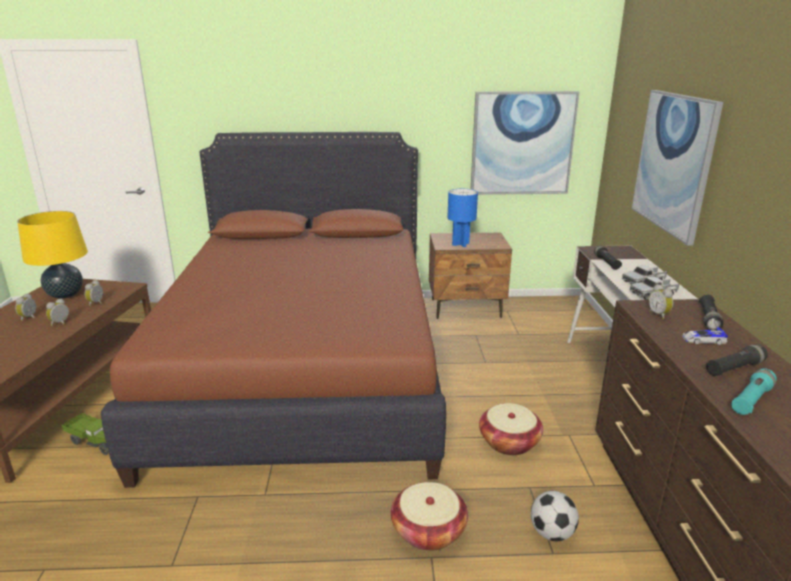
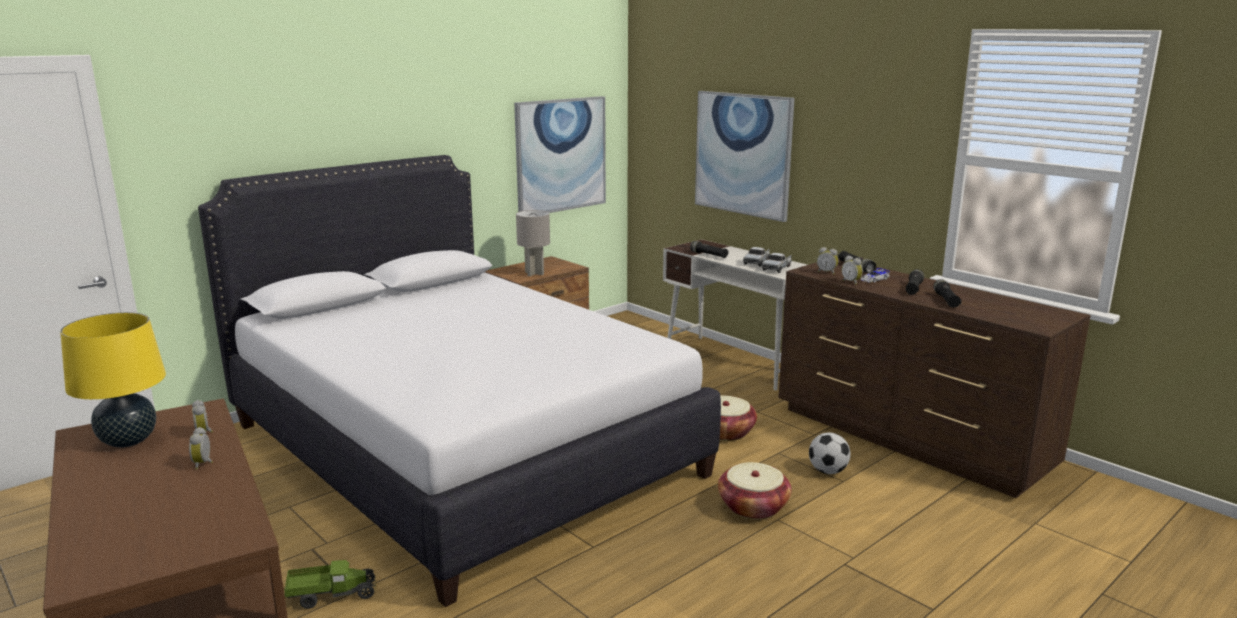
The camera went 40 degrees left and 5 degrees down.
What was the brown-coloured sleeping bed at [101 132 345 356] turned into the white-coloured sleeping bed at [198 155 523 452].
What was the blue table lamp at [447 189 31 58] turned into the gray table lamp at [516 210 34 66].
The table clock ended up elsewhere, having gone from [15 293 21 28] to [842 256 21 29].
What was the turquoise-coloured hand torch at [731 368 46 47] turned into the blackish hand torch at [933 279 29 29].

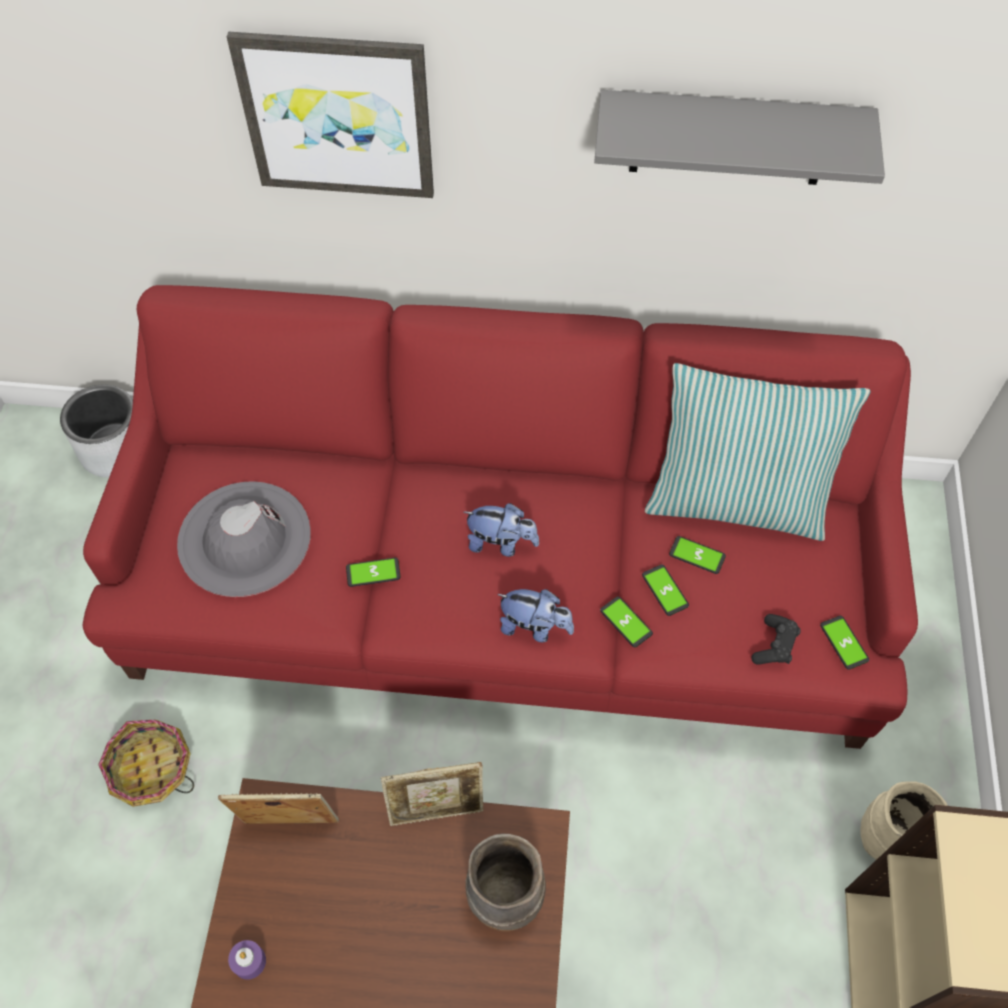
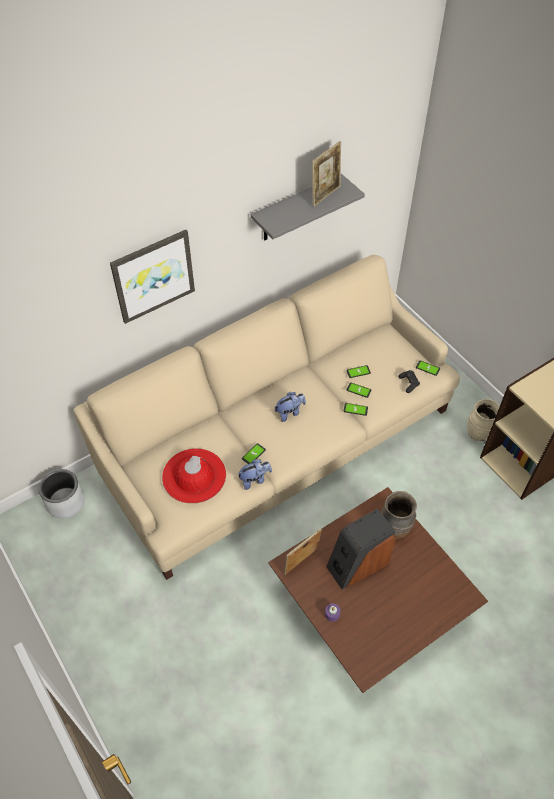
The camera went 40 degrees left and 5 degrees down.
What was the red couch at [83 285 835 464] turned into the beige-coloured couch at [73 255 387 325].
What was the gray hat at [177 481 134 116] turned into the red hat at [162 448 64 56].
The plush toy ended up elsewhere, having gone from [497 589 77 53] to [238 459 34 31].
The standing frame ended up elsewhere, having gone from [381 762 102 64] to [312 141 29 66].
The second view gained the loudspeaker at [326 508 70 81].
The second view lost the basket at [98 720 96 87].
The second view lost the cushion at [645 363 226 178].

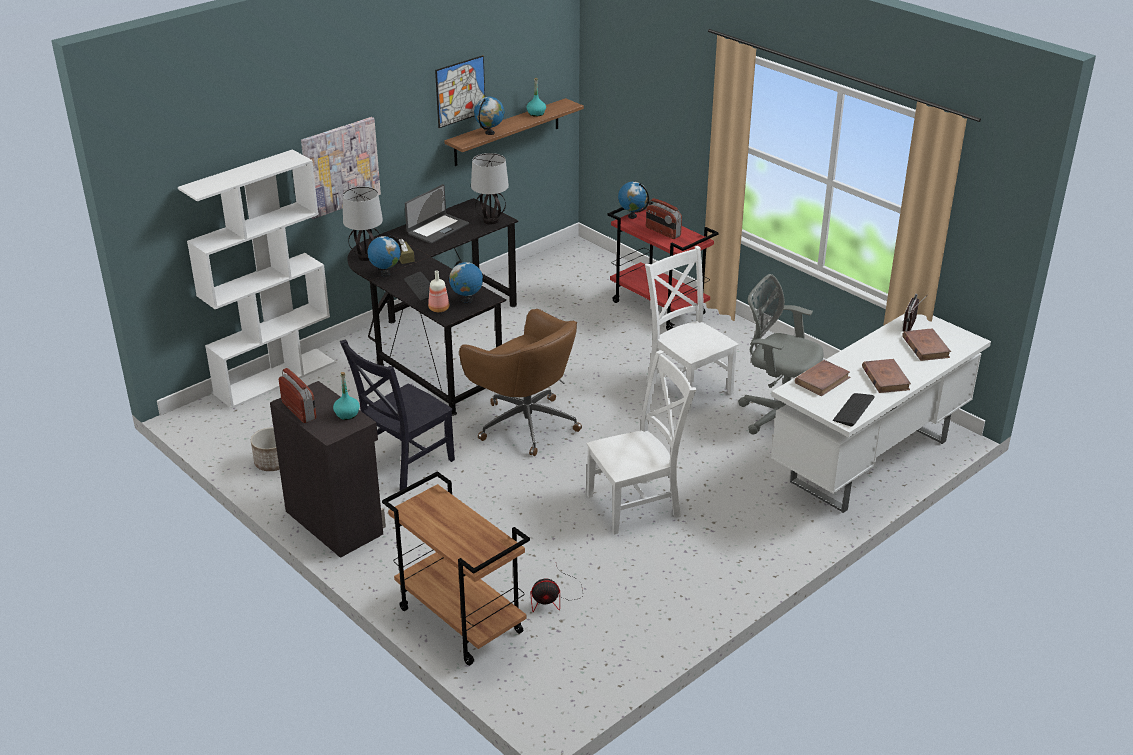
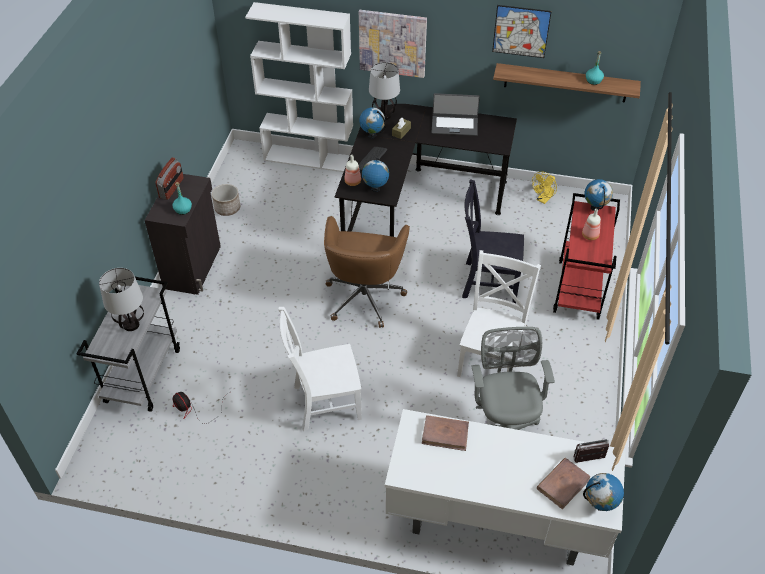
The camera went 55 degrees right and 15 degrees up.
What was the brown-coloured cart at [382 471 148 195] turned into the gray cart at [76 277 104 135].
The table lamp ended up elsewhere, having gone from [471 153 38 72] to [99 268 45 63].
The white-coloured chair at [586 350 110 185] ended up facing another way, 135 degrees clockwise from before.
The blackish chair ended up elsewhere, having gone from [340 340 115 151] to [462 179 62 124].
The second view gained the yellow-coloured fan at [532 172 25 32].
Where the radio stood at [646 198 36 41], the bottle came to stand at [582 209 19 31].
The globe ended up elsewhere, having gone from [474 97 30 38] to [583 473 41 38].
The second view lost the PC keyboard at [833 393 42 34].
The second view lost the brown-coloured volume at [862 359 49 34].

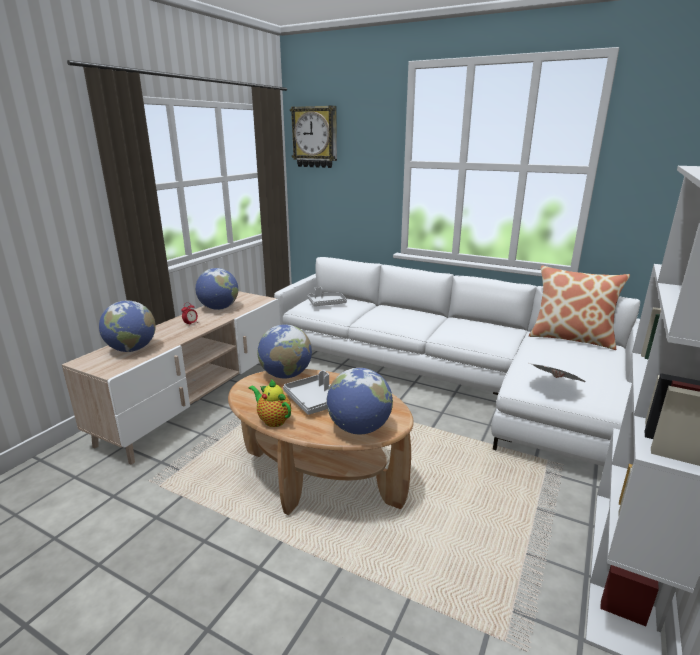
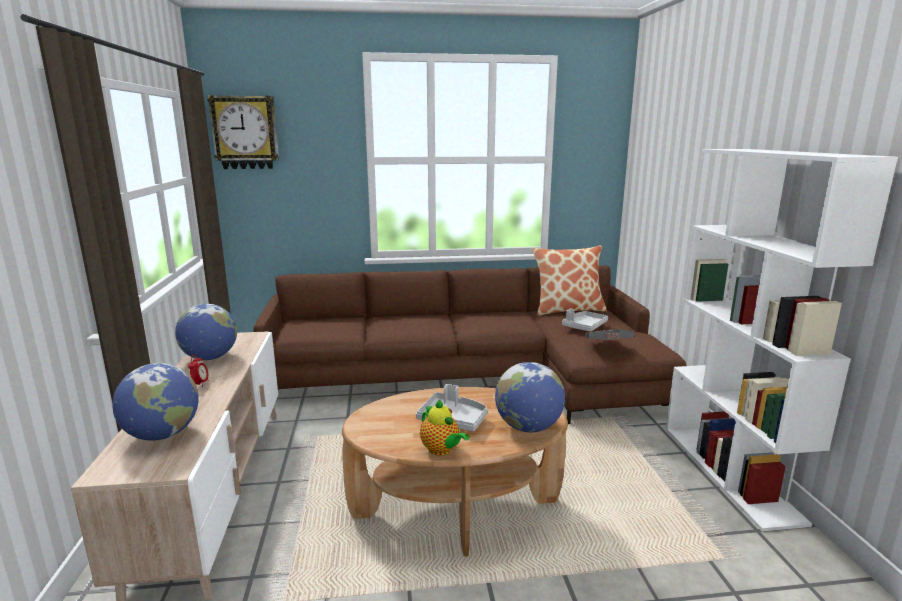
The camera went 35 degrees left and 5 degrees down.
What was the white-coloured couch at [274 257 366 209] turned into the brown-coloured couch at [253 266 434 158].
The tea pot at [249 379 42 48] ended up facing another way, 135 degrees counterclockwise from before.
The gray carrying tray ended up elsewhere, having gone from [308 287 39 19] to [562 309 46 23].
The second view lost the globe at [257 324 55 54].

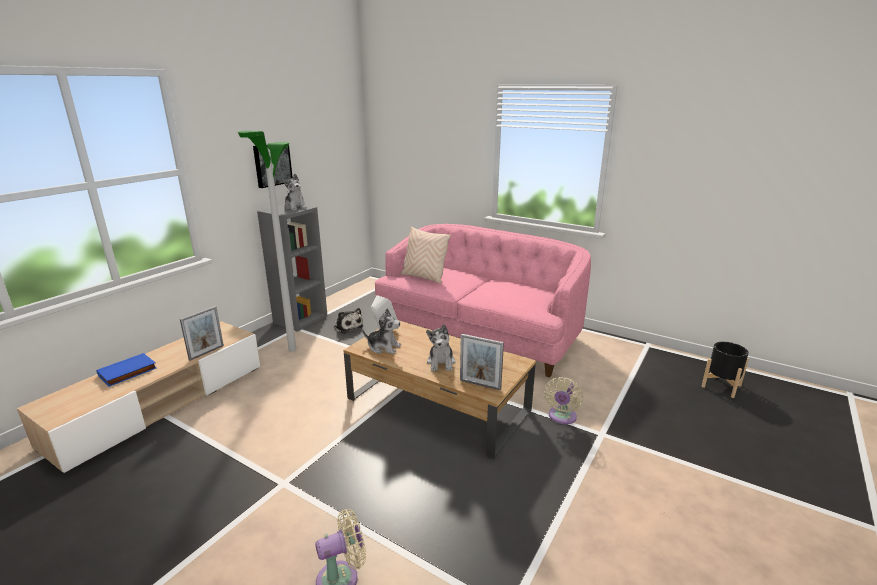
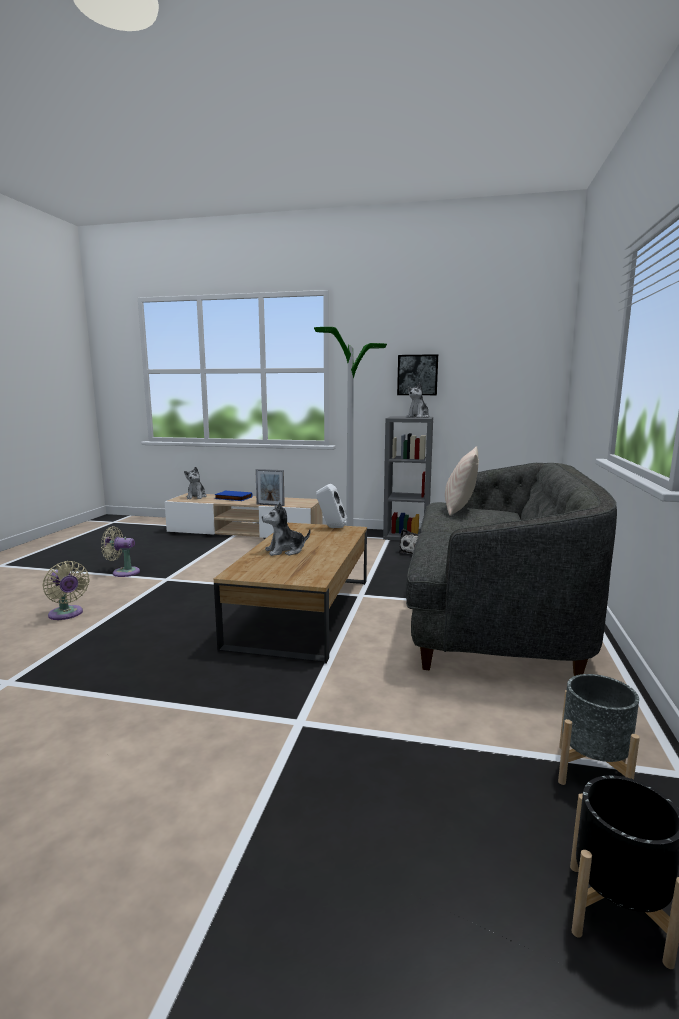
The camera went 70 degrees right and 10 degrees down.
The beige-coloured fan ended up elsewhere, having gone from [544 377 39 47] to [101 526 39 51].
The plush toy ended up elsewhere, having gone from [363 308 38 46] to [184 467 23 32].
What was the pink couch at [375 224 216 154] turned into the gray couch at [406 463 211 213].
The second view gained the gray plant pot at [558 674 82 111].
The second view lost the standing frame at [460 334 44 56].

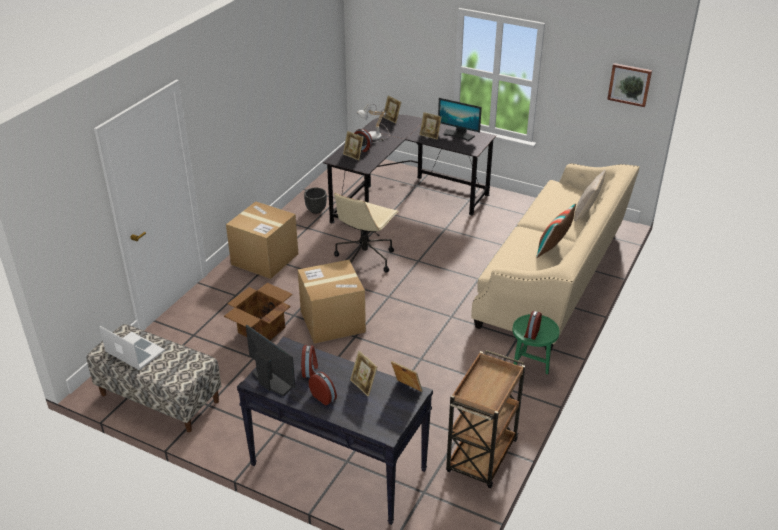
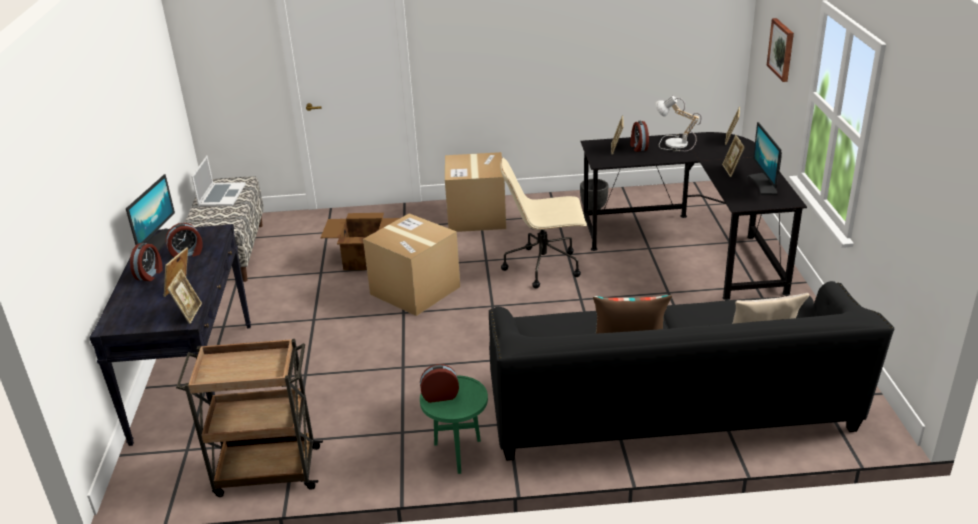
The camera went 60 degrees right and 5 degrees down.
What was the beige-coloured couch at [471 163 168 187] turned into the blackish couch at [489 281 405 180].
The wall picture ended up elsewhere, having gone from [607 63 45 44] to [767 18 27 64].

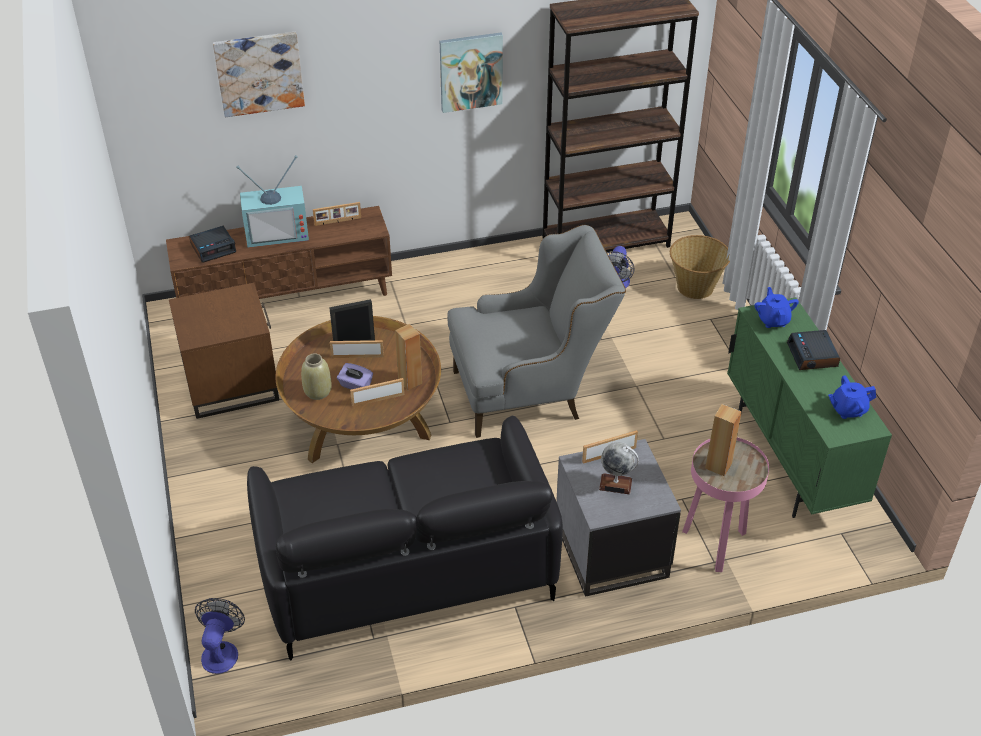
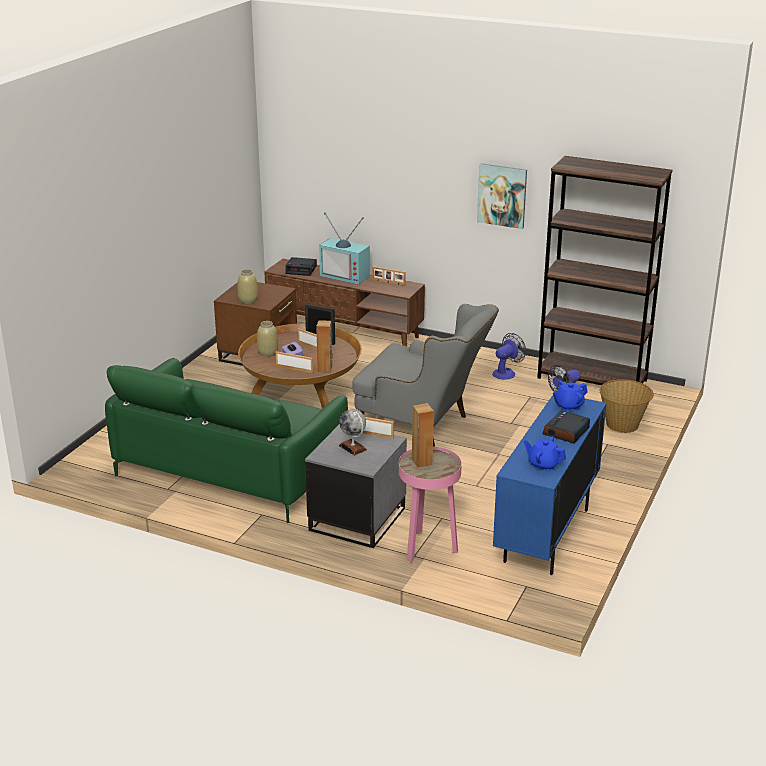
The camera went 40 degrees right and 15 degrees down.
What was the blackish couch at [247 416 316 244] turned into the greenish couch at [105 358 243 165].
The second view gained the beige-coloured decorative vase at [238 269 20 35].
The fan ended up elsewhere, having gone from [195 598 50 76] to [492 333 34 47].
What was the greenish cupboard at [727 297 165 221] turned into the blue cupboard at [493 395 114 180].
The blue tea pot at [755 287 44 41] ended up facing another way, 150 degrees counterclockwise from before.
The second view lost the wall picture at [213 32 92 85].

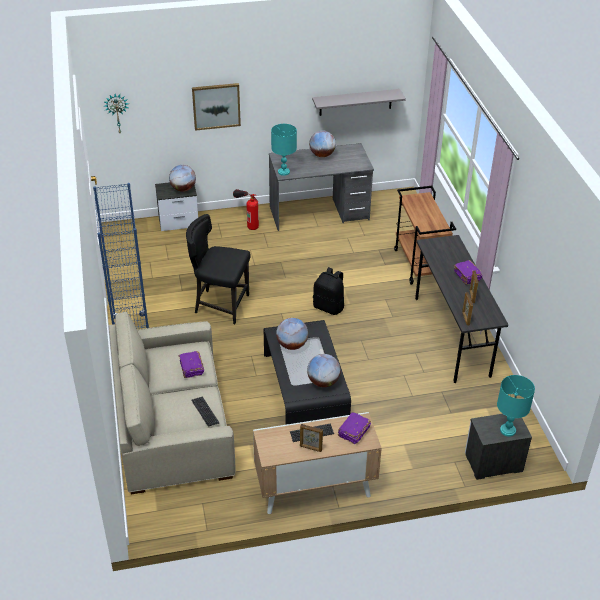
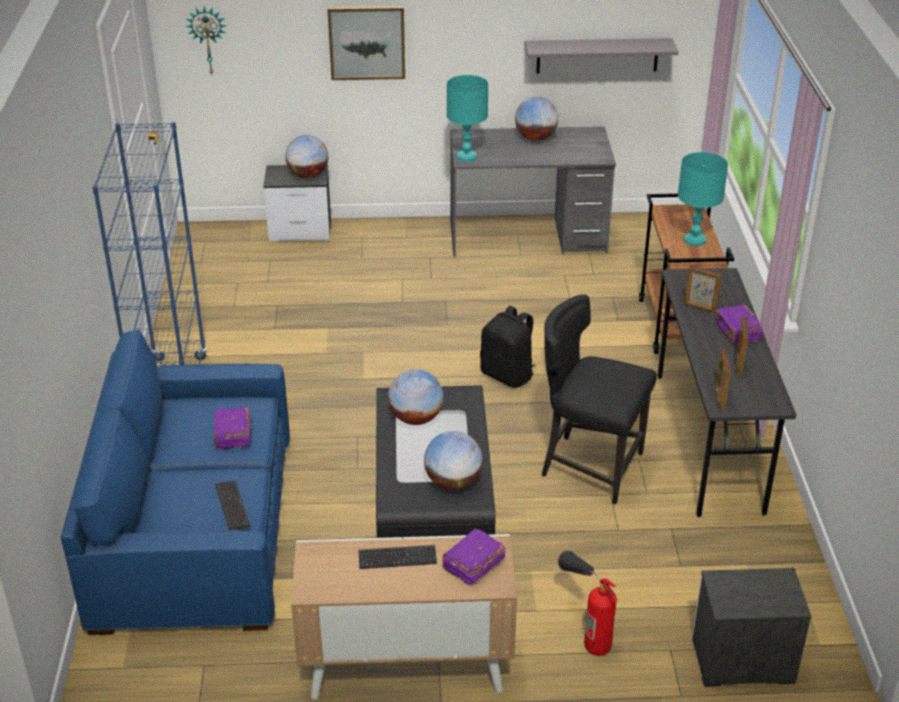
The camera went 10 degrees right and 5 degrees down.
What was the beige-coloured couch at [109 312 126 183] turned into the blue couch at [61 329 229 306].
The blackish chair ended up elsewhere, having gone from [186 214 65 110] to [542 294 115 210].
The fire-fighting cylinder ended up elsewhere, having gone from [233 189 26 41] to [558 551 60 105].
The turquoise-coloured table lamp ended up elsewhere, having gone from [497 375 38 62] to [678 152 50 94].
The standing frame ended up elsewhere, having gone from [300 424 23 28] to [684 265 38 47].

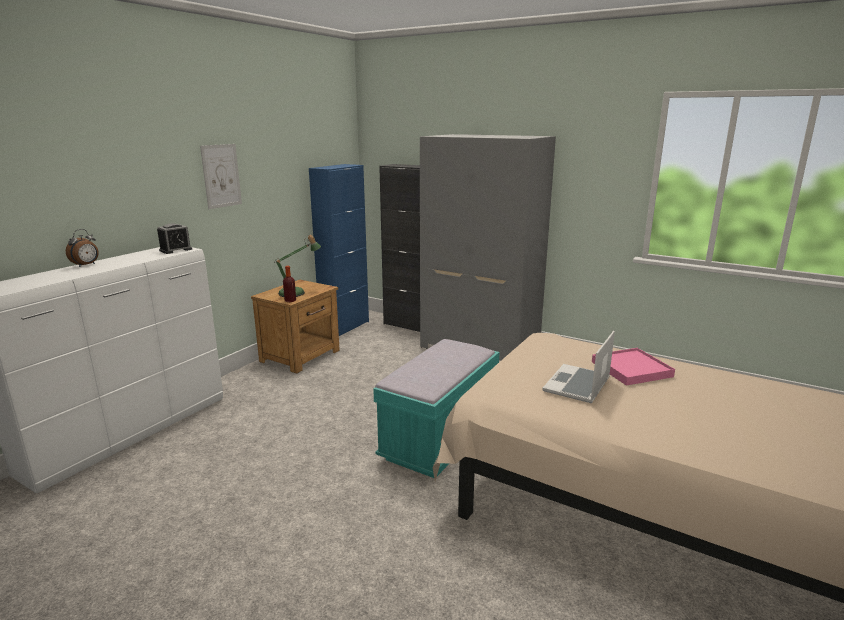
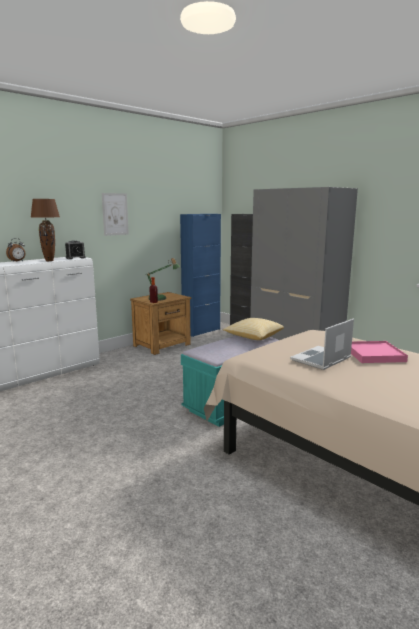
The camera went 15 degrees right and 5 degrees down.
The second view gained the brown-coloured table lamp at [31 199 29 62].
The second view gained the cushion at [223 318 61 22].

